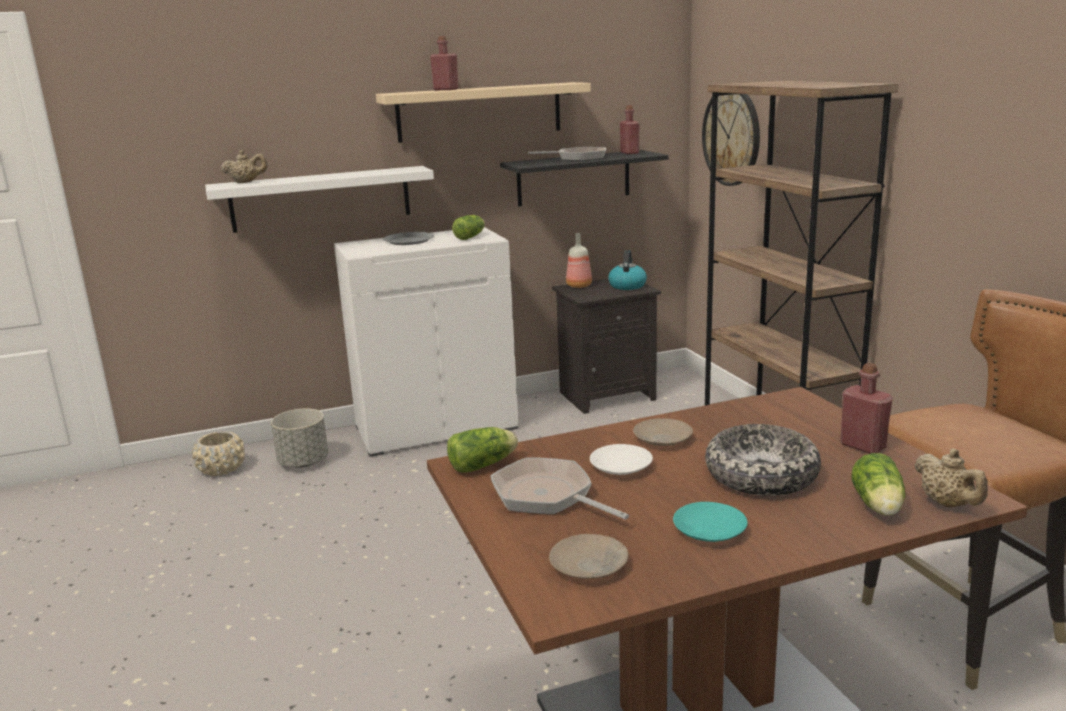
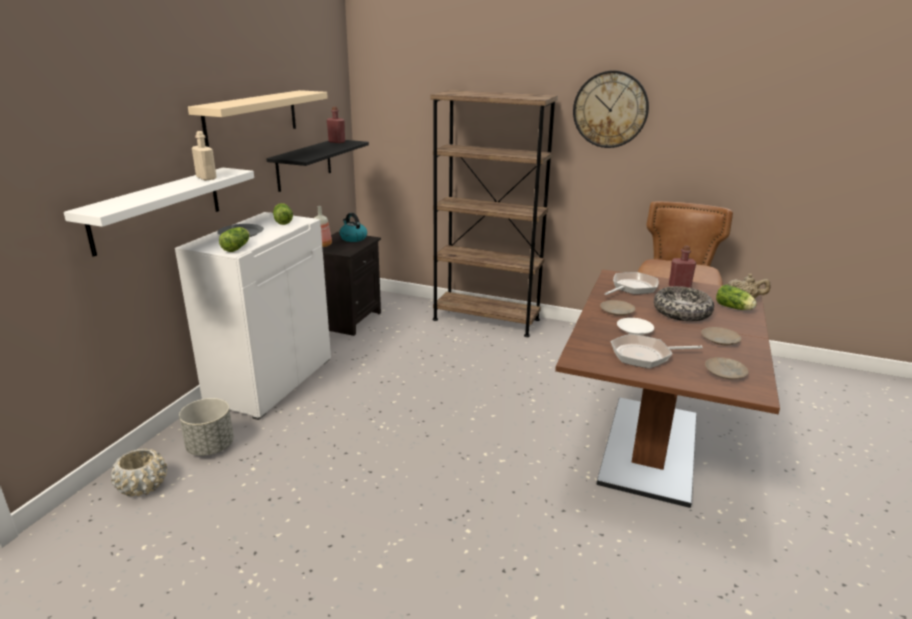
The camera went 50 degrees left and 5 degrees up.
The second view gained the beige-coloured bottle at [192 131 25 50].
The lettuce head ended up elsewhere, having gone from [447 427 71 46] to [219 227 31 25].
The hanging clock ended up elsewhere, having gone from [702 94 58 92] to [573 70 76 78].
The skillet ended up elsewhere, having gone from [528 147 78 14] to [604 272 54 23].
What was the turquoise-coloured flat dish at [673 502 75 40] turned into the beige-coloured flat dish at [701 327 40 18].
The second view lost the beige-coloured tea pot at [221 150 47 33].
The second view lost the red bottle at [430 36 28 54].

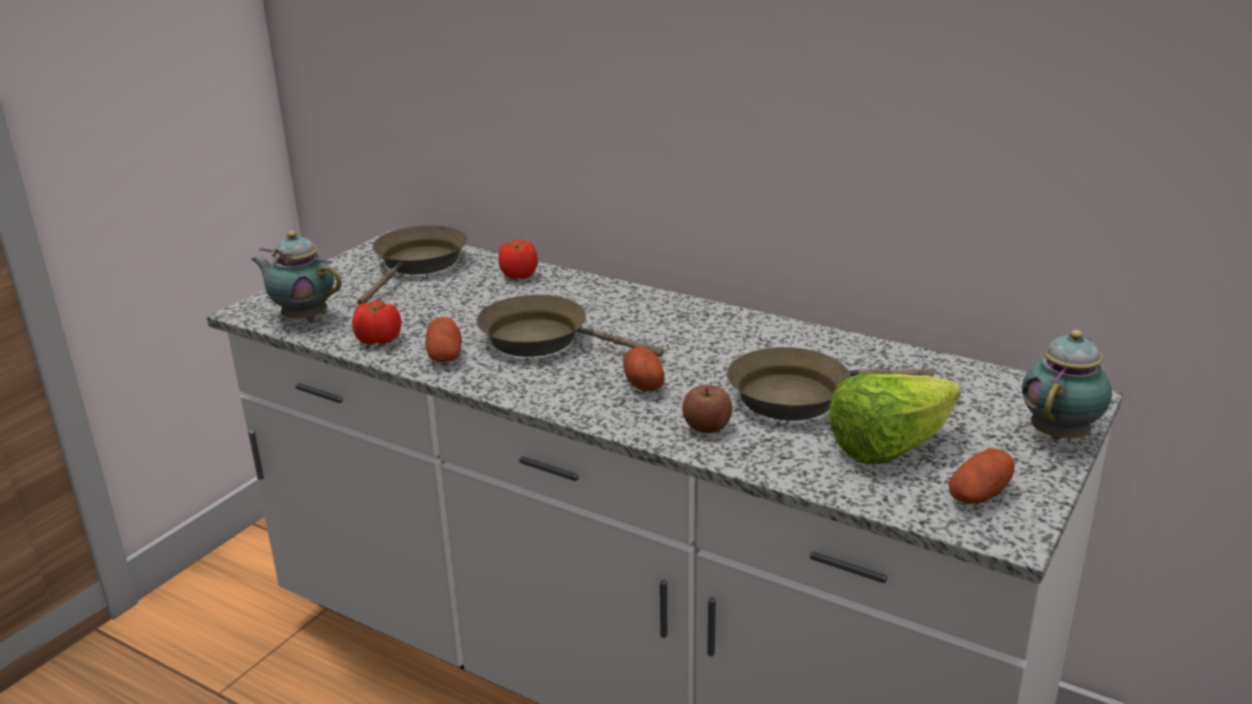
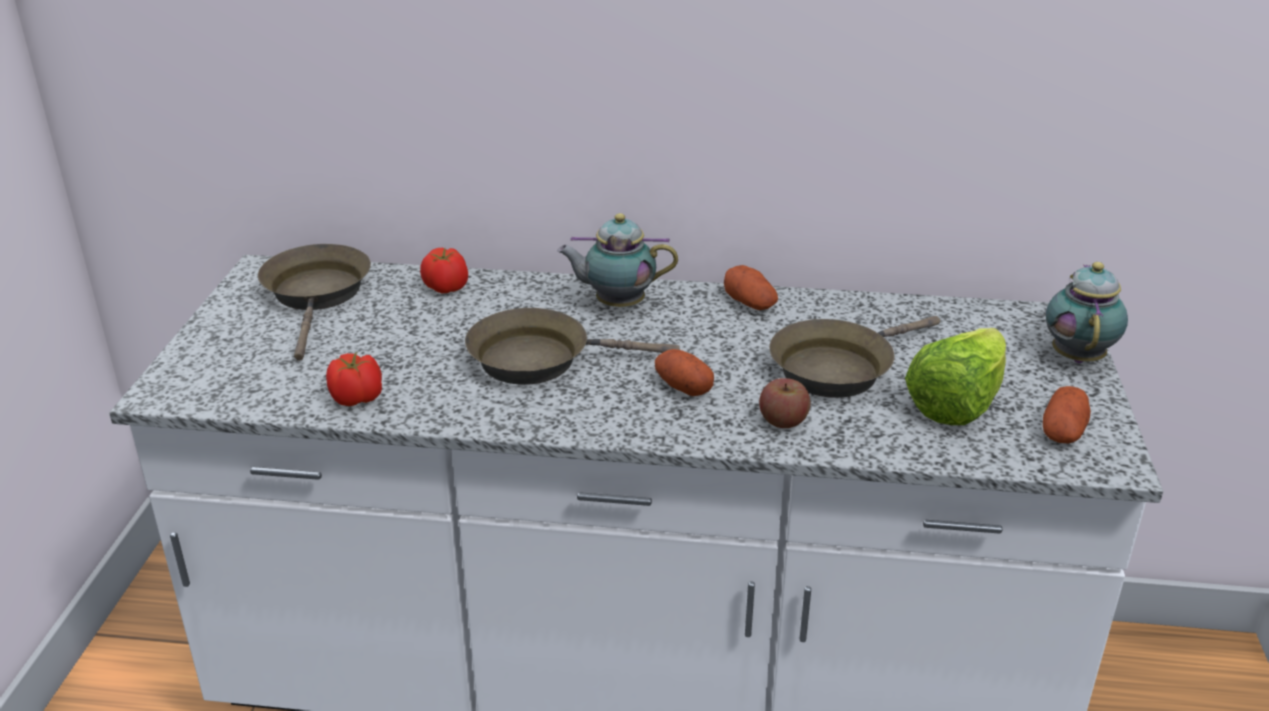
The camera went 25 degrees left and 5 degrees up.
The tea pot ended up elsewhere, having gone from [251 231 91 89] to [557 213 121 94].
The whole potato ended up elsewhere, having gone from [425 317 37 46] to [724 265 54 45].

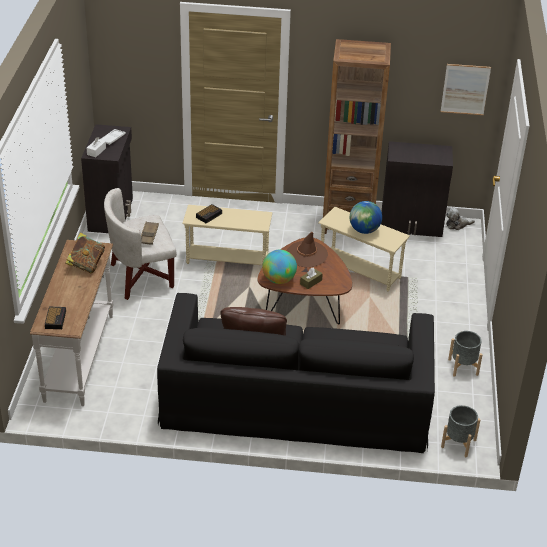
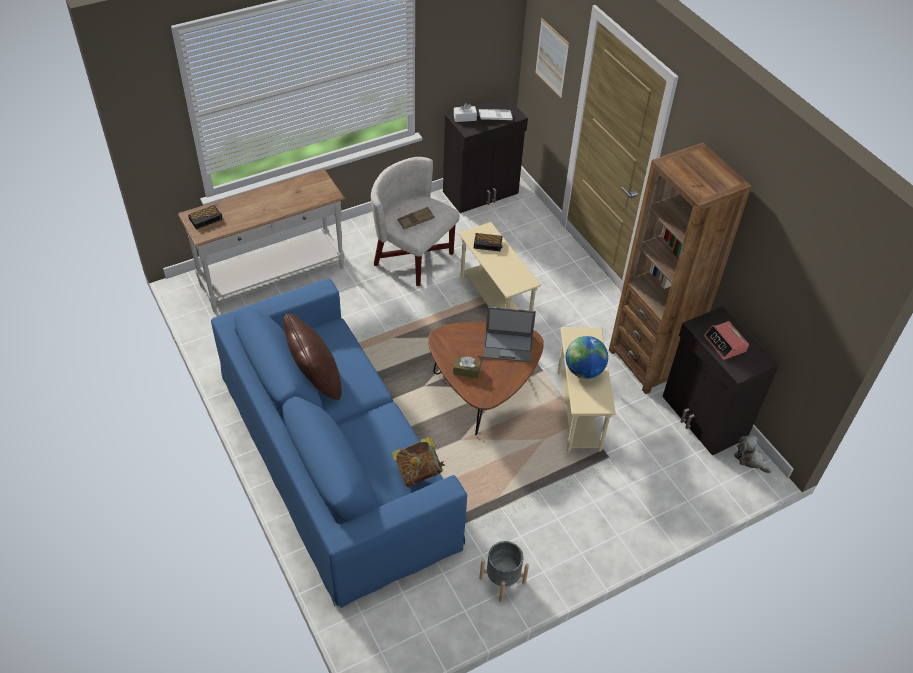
The camera went 55 degrees right and 10 degrees up.
What was the blackish couch at [157 293 278 160] turned into the blue couch at [211 278 256 330].
The volume ended up elsewhere, having gone from [65 233 40 40] to [392 437 53 50].
Where the brown-coloured hat stood at [287 232 41 35], the laptop came to stand at [483 307 53 55].
The wall picture ended up elsewhere, having gone from [440 64 51 51] to [535 18 34 80].
The second view gained the table clock at [704 321 45 39].
The second view lost the globe at [262 250 35 34].
The second view lost the gray plant pot at [441 405 39 52].

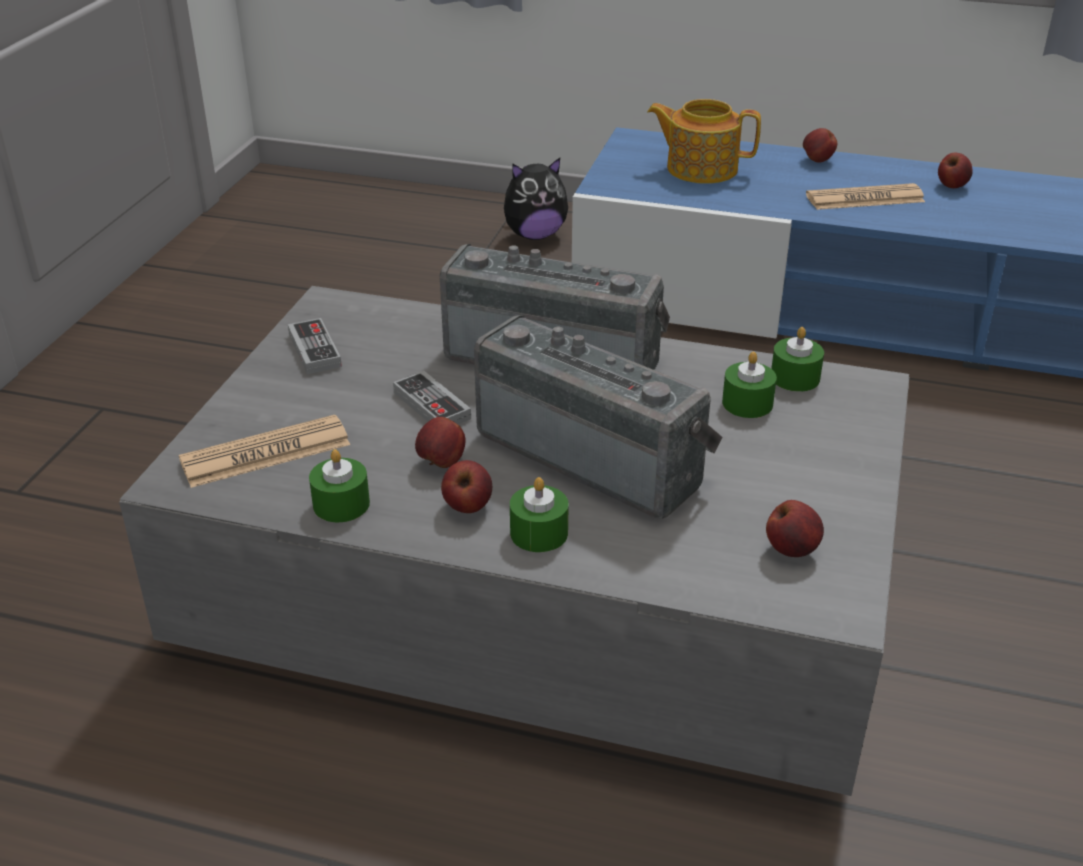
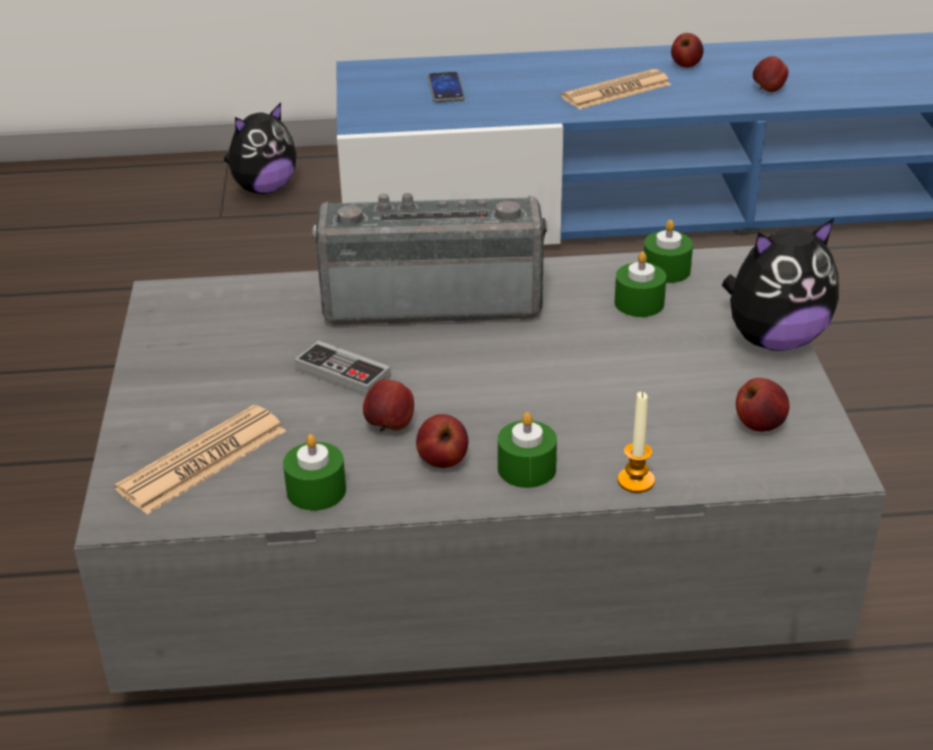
The camera went 20 degrees left and 0 degrees up.
Where the tea pot stood at [647 99 114 85], the telephone came to stand at [428 72 37 30].
The second view gained the wax candle at [617 391 38 102].
The second view gained the plush toy at [722 218 117 133].
The whole apple ended up elsewhere, having gone from [803 128 34 35] to [753 56 35 36].
The second view lost the joypad at [288 318 54 56].
The second view lost the radio at [474 315 248 204].

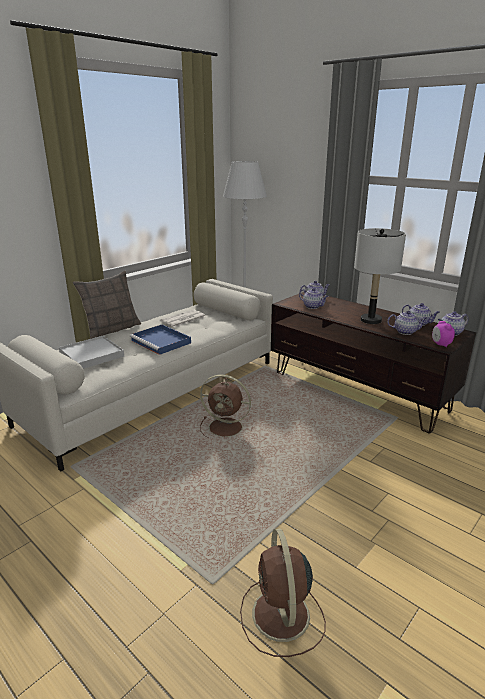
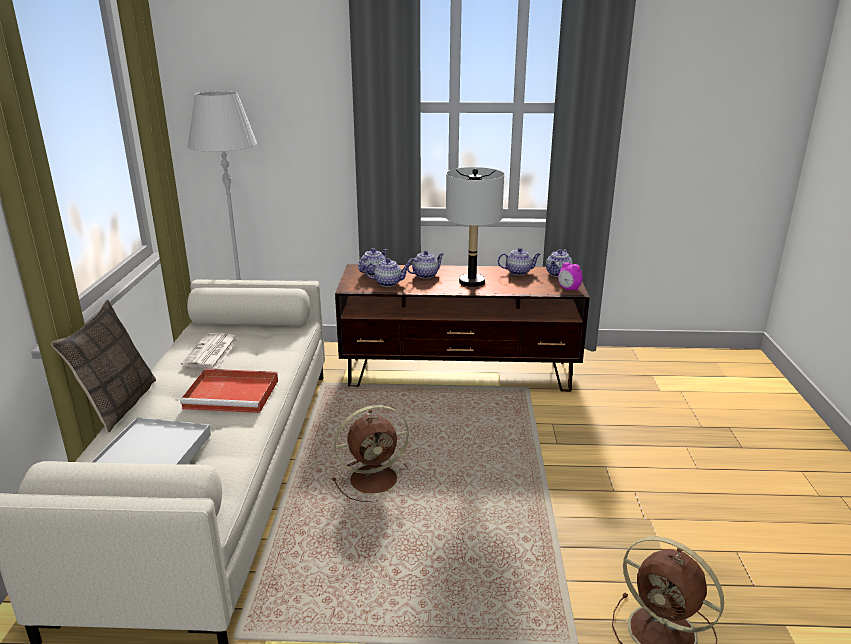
The camera went 40 degrees left and 0 degrees up.
What was the blue carrying tray at [130 325 61 30] turned into the red carrying tray at [180 369 98 44].
The tea pot ended up elsewhere, having gone from [387 311 40 24] to [407 251 37 28].

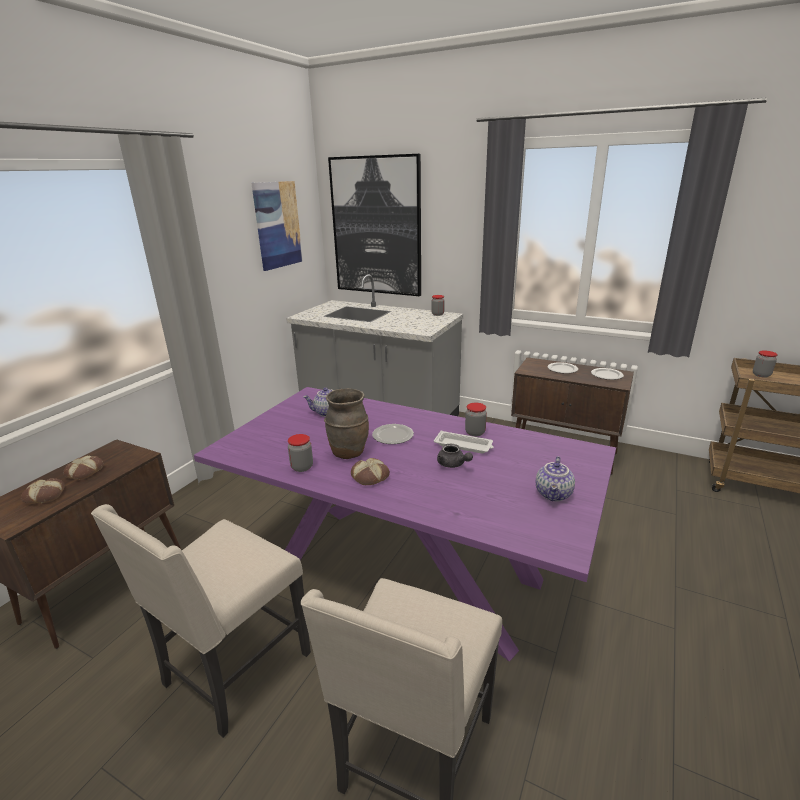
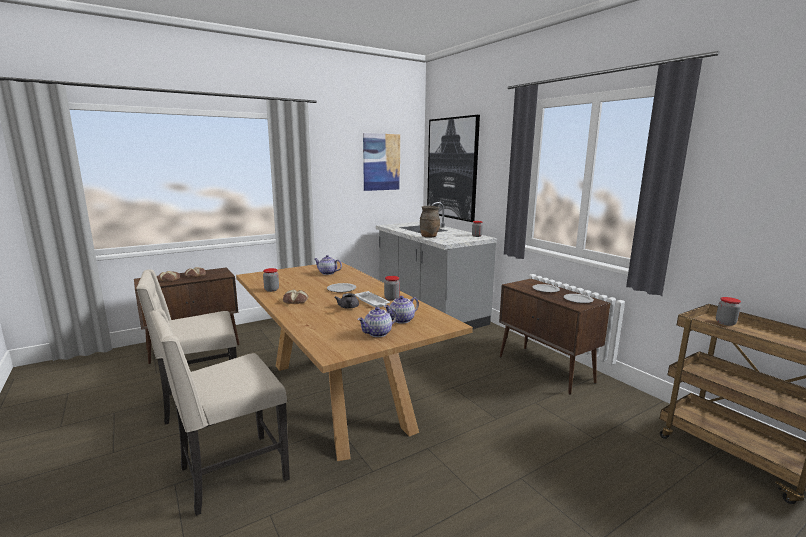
The camera went 30 degrees right and 10 degrees down.
What was the purple-coloured dining table at [194 387 422 274] turned into the brown-coloured dining table at [236 261 237 200].
The second view gained the tea pot at [384 296 35 28].
The brown-coloured decorative vase ended up elsewhere, having gone from [324 388 45 71] to [420 206 20 32].

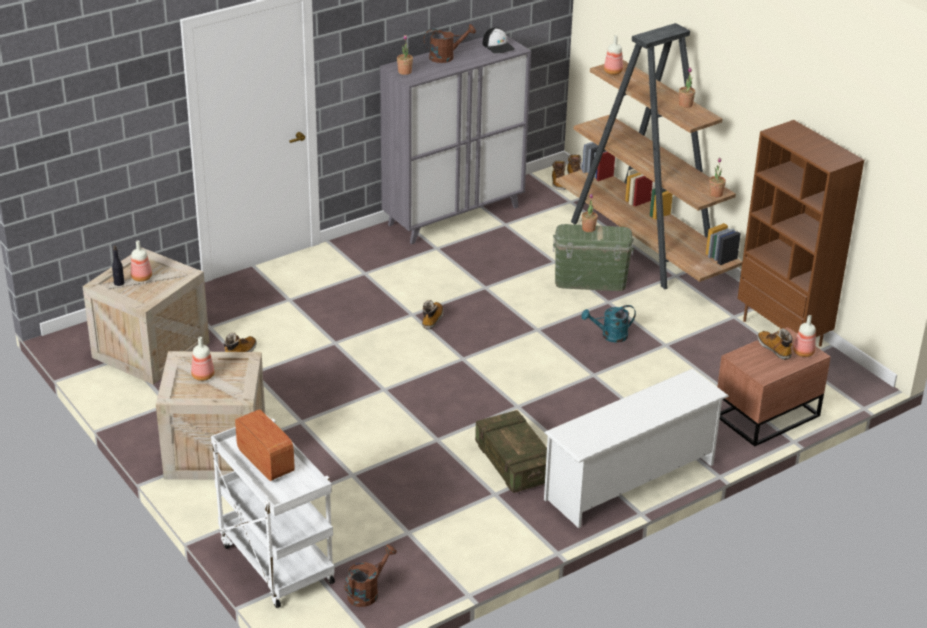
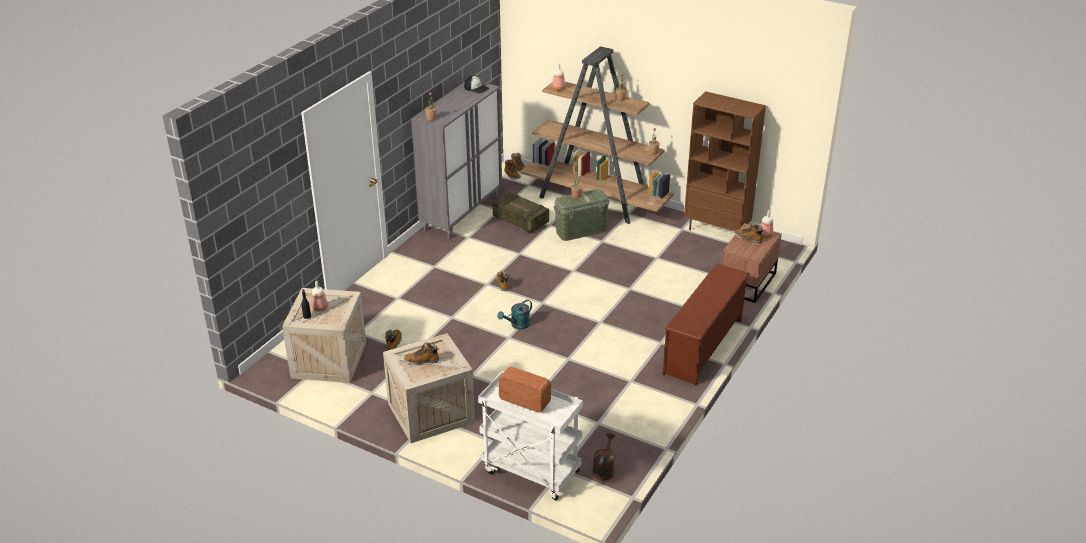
The camera went 25 degrees left and 0 degrees up.
Where the bottle stood at [191 337 23 44], the high-top boot came to stand at [404 342 35 23].
The shipping crate ended up elsewhere, having gone from [475 410 72 83] to [492 192 57 41].
The turquoise-coloured watering pot ended up elsewhere, having gone from [582 305 54 38] to [497 300 35 30].
What was the white-coloured shoe shelf at [544 368 185 160] turned into the brown-coloured shoe shelf at [663 263 87 122].
The second view lost the brown-coloured watering pot at [424 24 52 39].

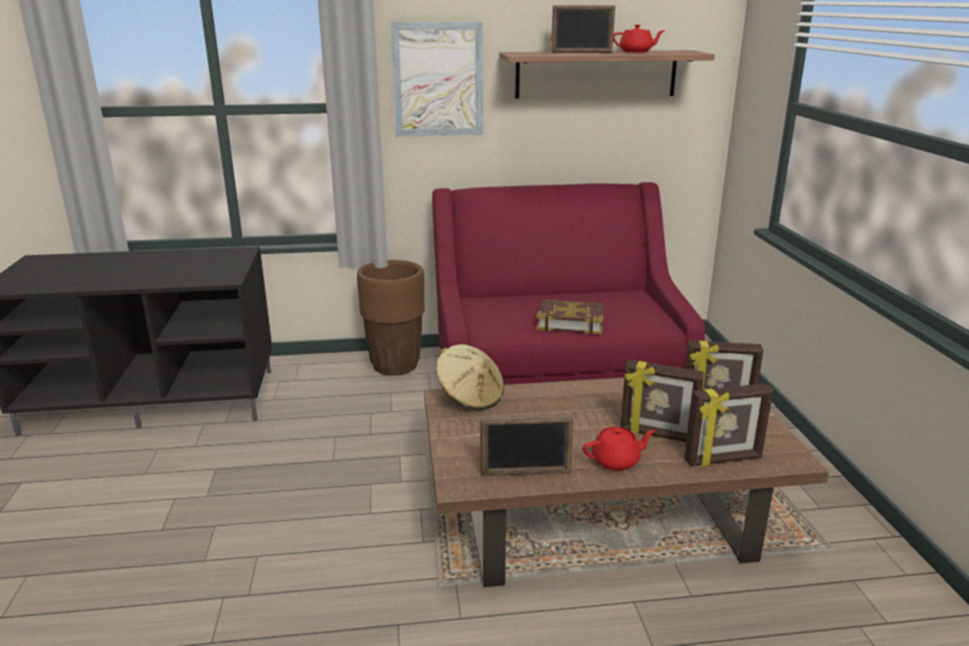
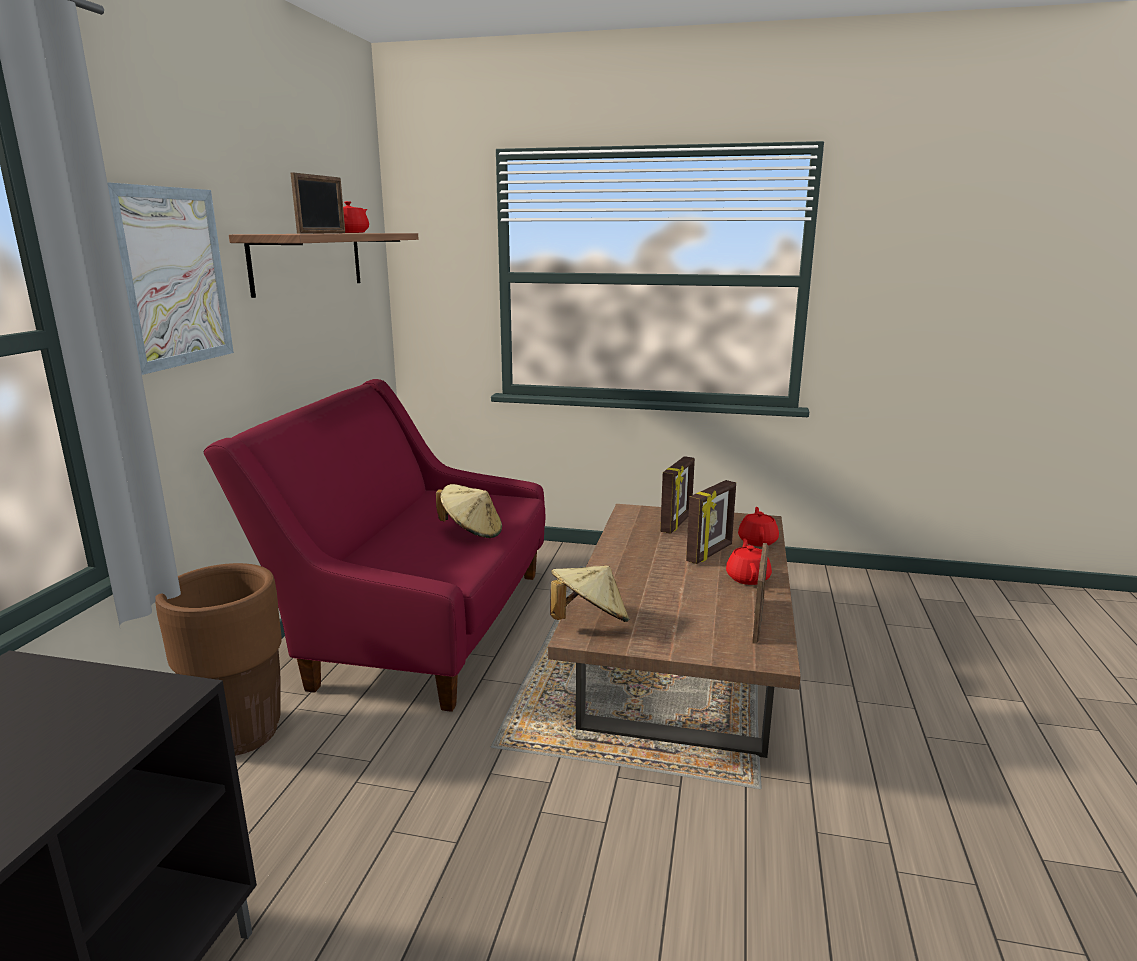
The camera went 70 degrees left and 5 degrees down.
Where the volume stood at [537 299 67 35], the beige-coloured hat came to stand at [436 484 66 54].
Where the standing frame stood at [684 383 89 83], the red tea pot came to stand at [738 507 41 40].

